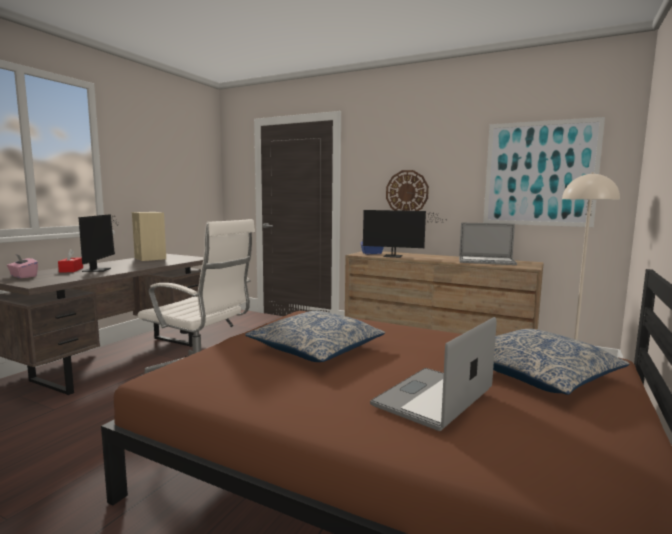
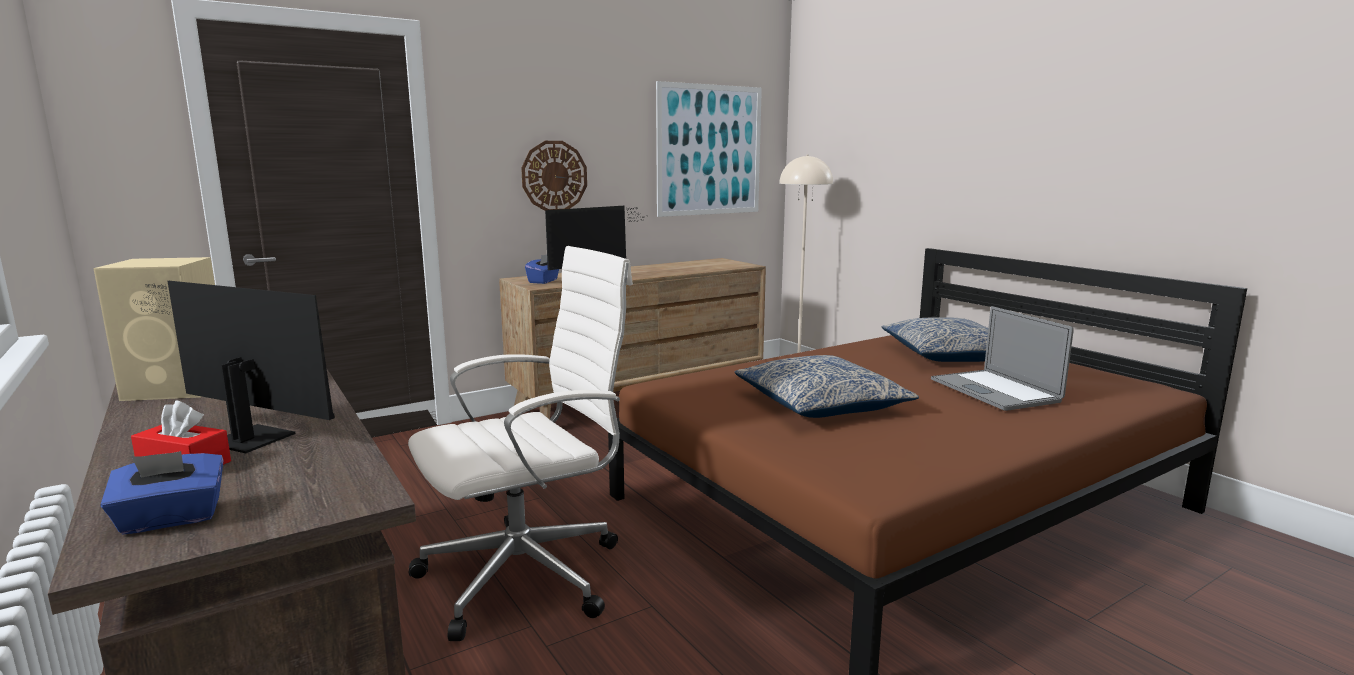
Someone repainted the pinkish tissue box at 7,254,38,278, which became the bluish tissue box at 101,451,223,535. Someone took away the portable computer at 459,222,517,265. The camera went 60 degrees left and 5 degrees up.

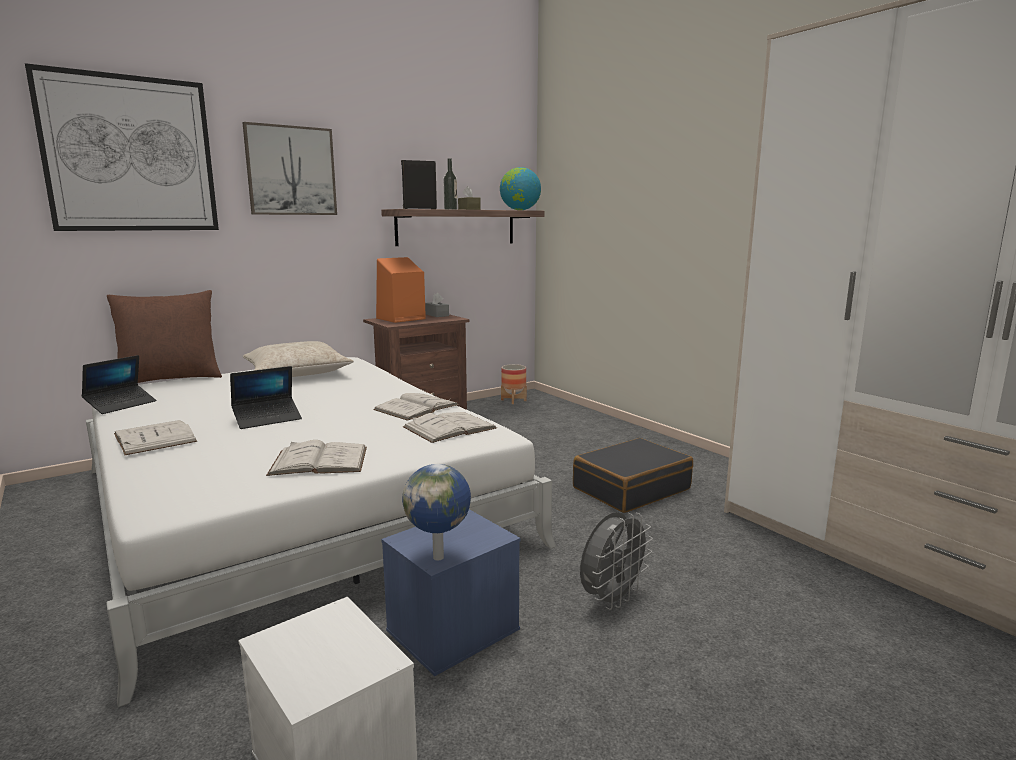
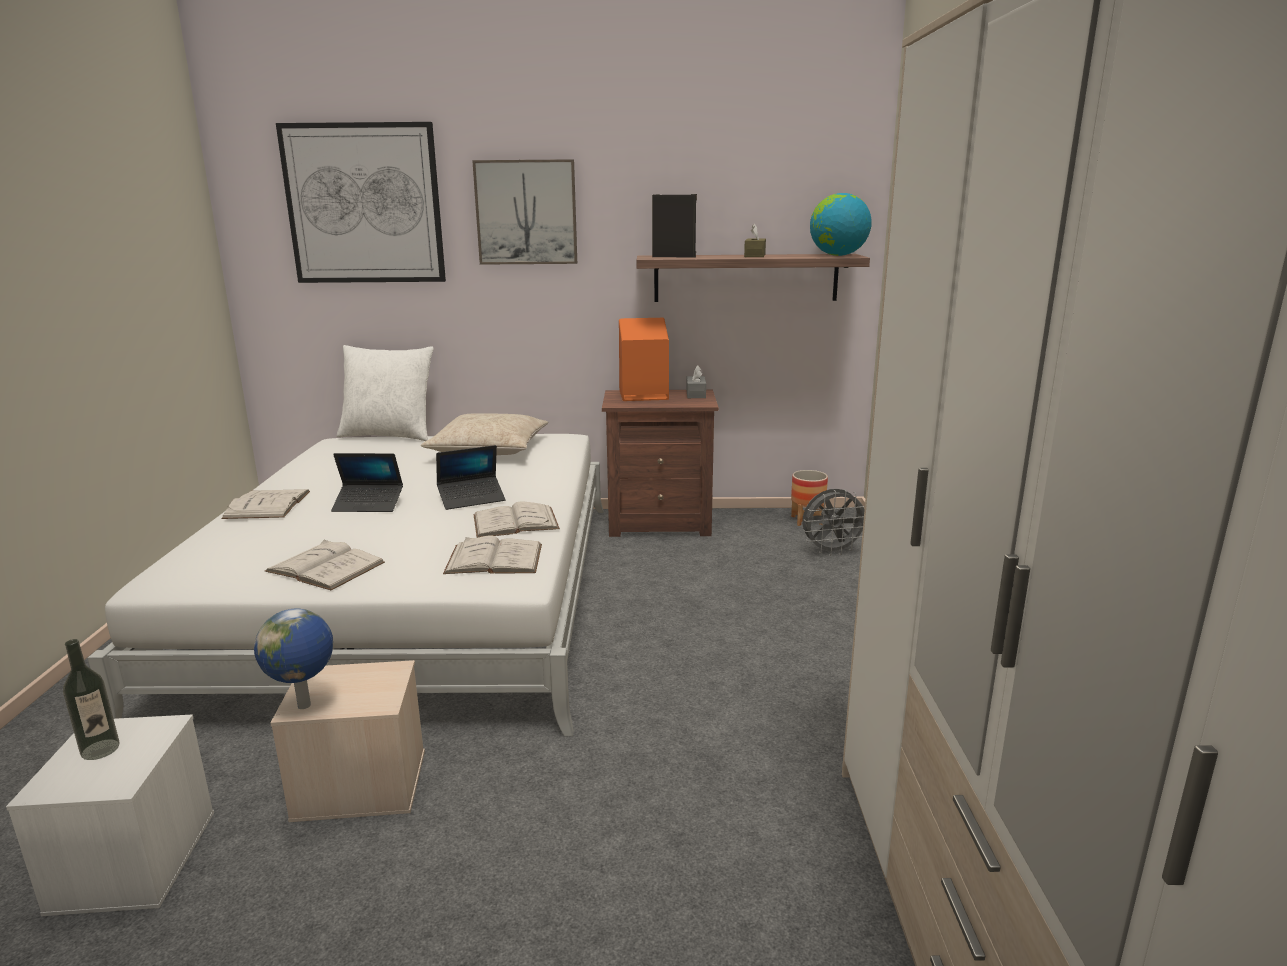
Someone carried the portable computer from 82,355,156,414 to 436,445,506,510. Someone repainted the brownish pillow at 107,290,222,383, which became the whitish pillow at 337,345,434,441. Someone repainted the bluish storage container at 381,509,520,676, which became the sand-coloured storage container at 271,660,425,822. Someone carried the bottle from 443,158,457,210 to 63,639,119,760. Someone took away the blackish suitcase at 573,438,693,513. Someone carried the grey cooling fan from 580,512,653,610 to 802,489,865,556. The camera went 35 degrees right and 5 degrees up.

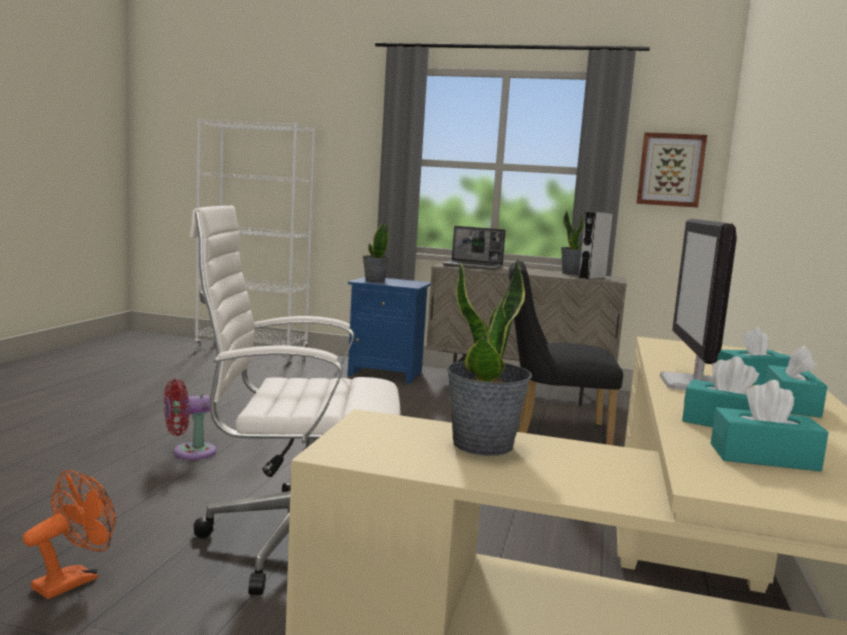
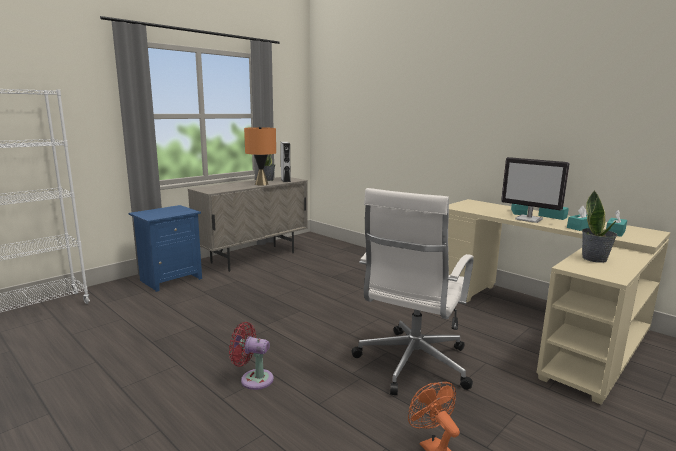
Someone rotated the red-coloured cooling fan at 164,379,216,460 by 105 degrees clockwise. Someone took away the houseplant at 363,222,390,282. Someone took away the portable computer at 442,226,506,270. Someone took away the blackish chair at 509,261,623,445. Someone took away the wall picture at 636,132,707,208. Someone put down the orange-coloured table lamp at 244,126,276,185. The camera went 60 degrees left and 5 degrees up.

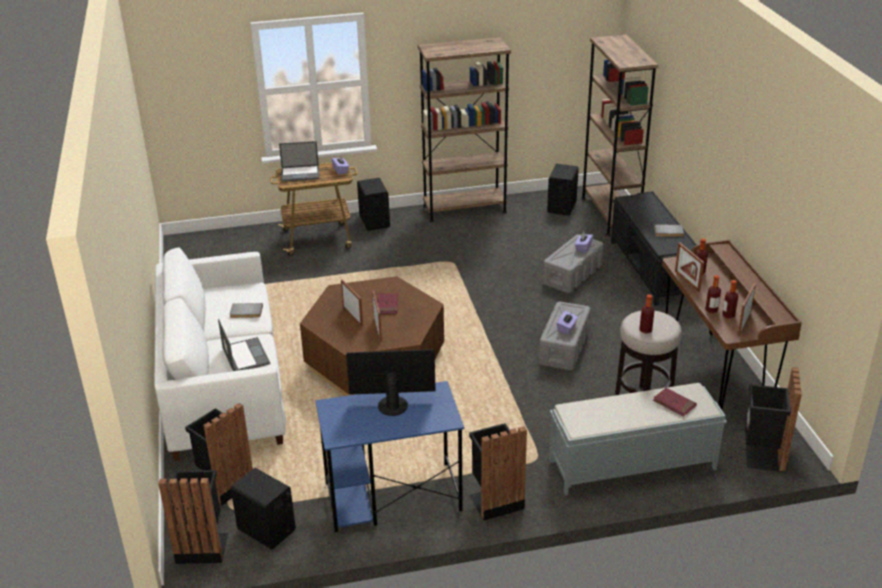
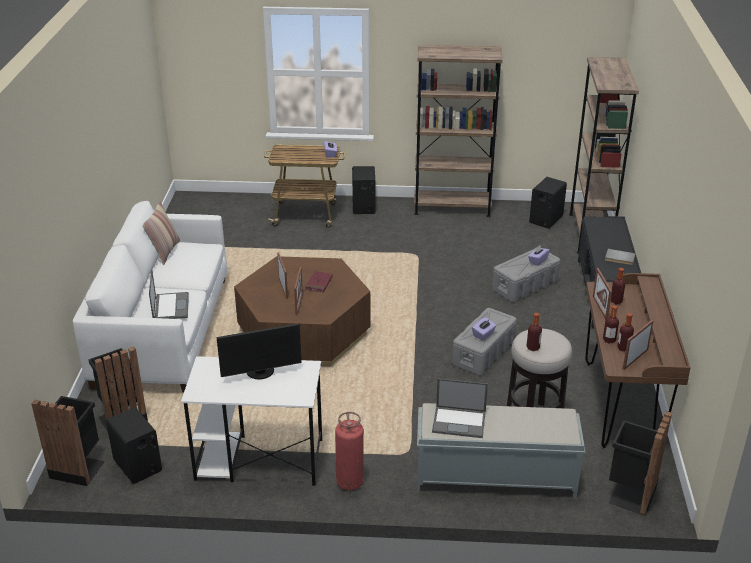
Someone took away the grey book at 230,303,263,318. Someone carried the portable computer from 279,141,319,182 to 432,379,488,438. Someone repainted the bluish desk at 315,381,464,532, which became the whitish desk at 181,356,322,486. Someone rotated the monitor at 346,349,436,416 by 150 degrees clockwise. Someone swapped the blackish waste bin at 469,423,527,521 for the fire-fighting cylinder at 335,412,364,490. Someone took away the red-coloured book at 653,388,697,417. Someone put down the pillow at 143,201,180,265. The camera went 15 degrees right and 0 degrees up.

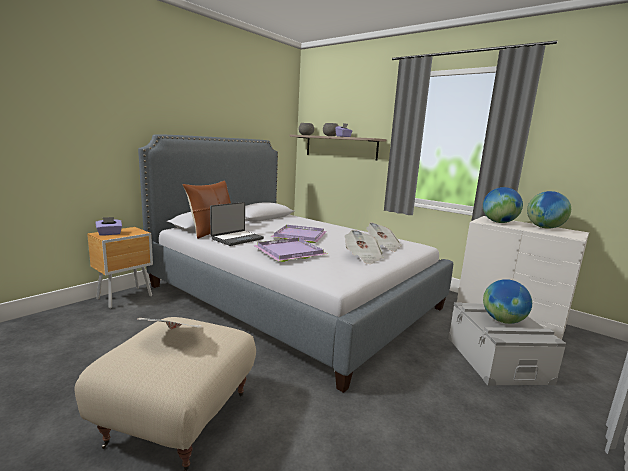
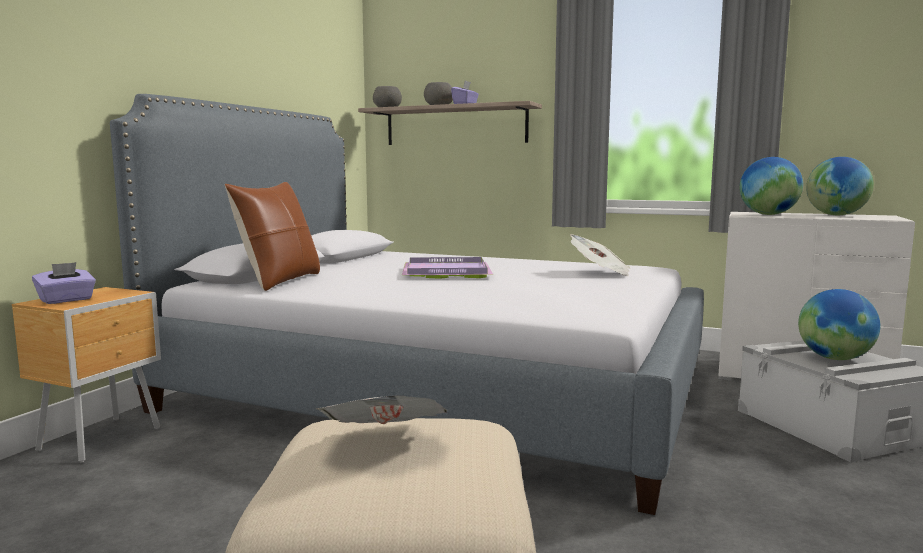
Someone took away the portable computer at 210,202,264,246. Someone took away the purple-coloured tray at 253,238,327,262. Someone took away the newspaper at 344,230,384,264. The camera went 15 degrees left and 5 degrees down.

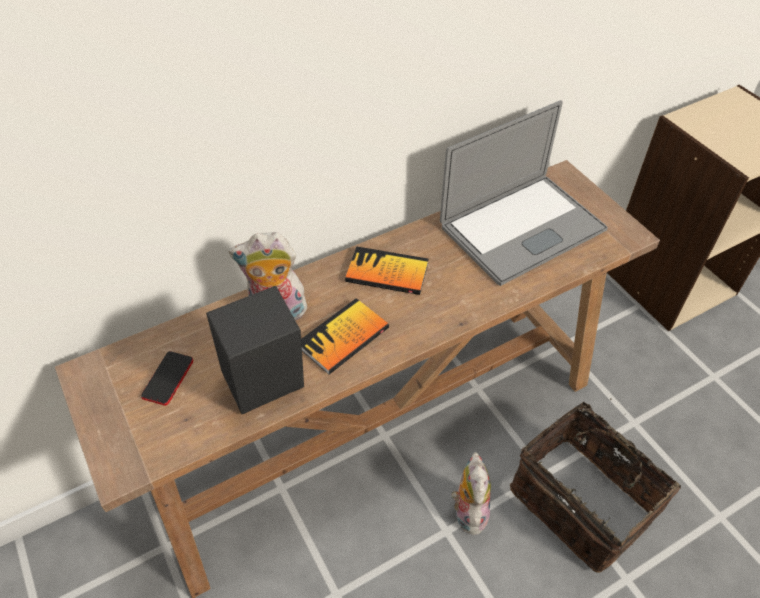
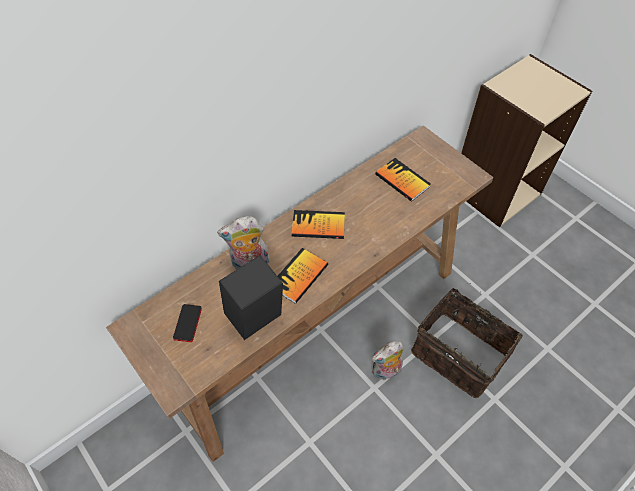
Someone swapped the portable computer at 440,100,608,286 for the book at 375,158,431,202. Someone rotated the plush toy at 451,452,491,535 by 105 degrees counterclockwise. The camera went 10 degrees left and 5 degrees up.

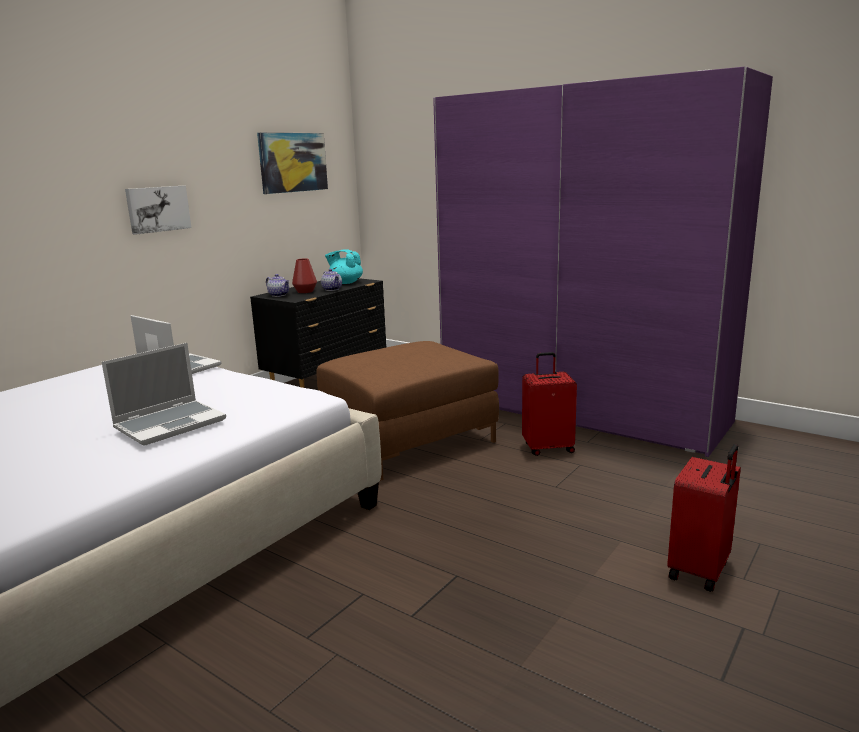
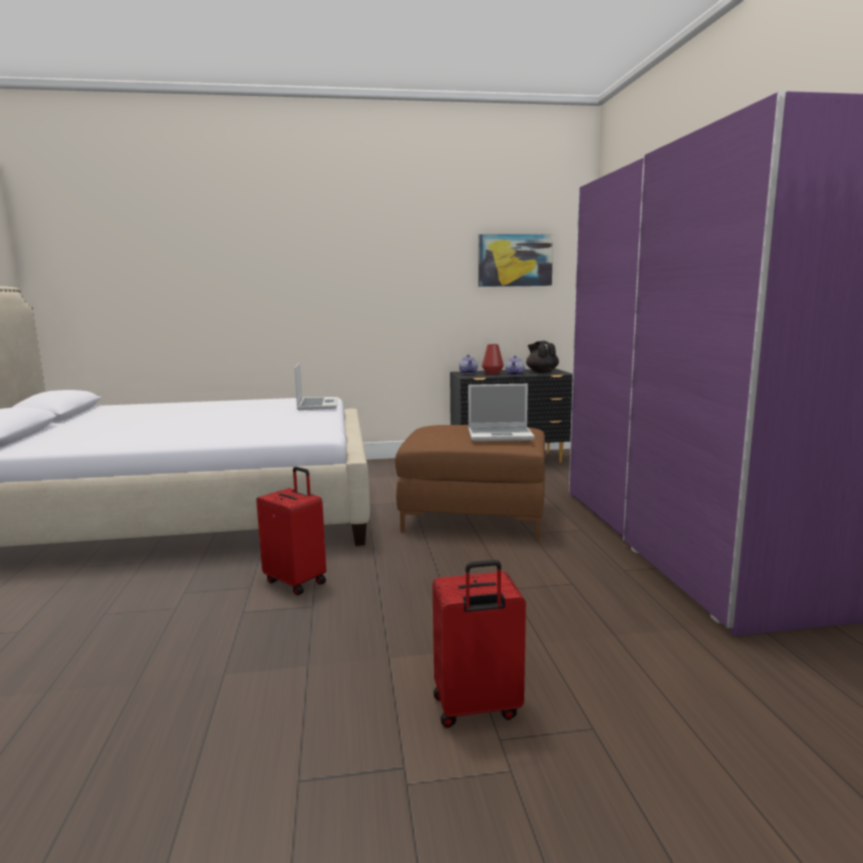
Someone carried the portable computer from 102,343,226,446 to 468,384,534,441. Someone took away the wall picture at 125,186,191,235. Someone repainted the blue-green tea pot at 325,249,363,284, which became the blackish tea pot at 526,341,559,373. Someone carried the red-coloured suitcase from 522,352,577,456 to 256,467,326,595. The camera went 45 degrees right and 5 degrees down.

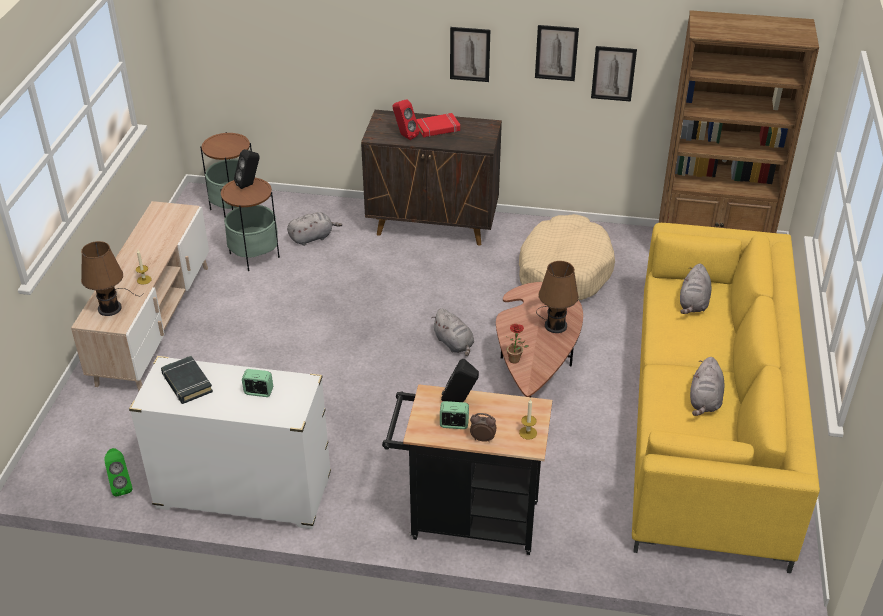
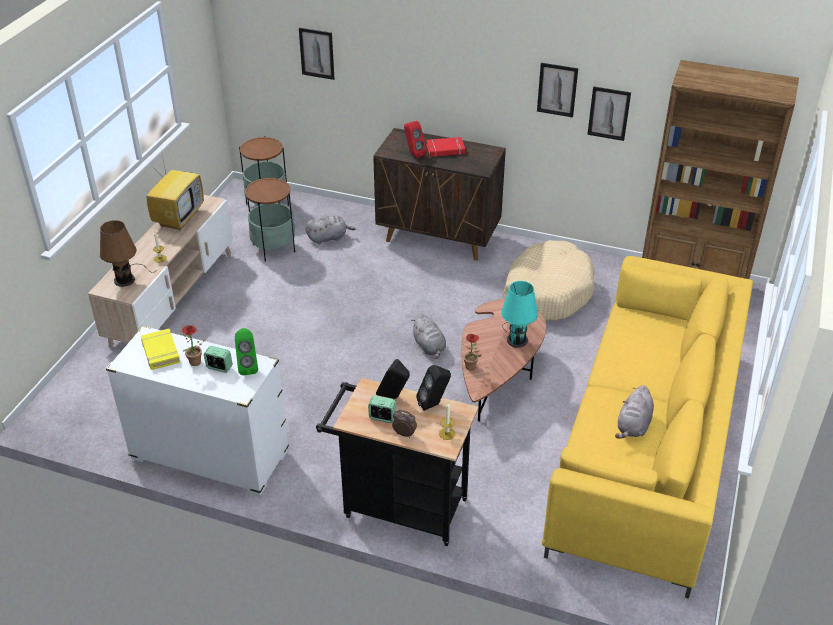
Someone carried the green-coloured speaker from 104,448,132,496 to 235,328,258,375. Someone repainted the blackish book at 161,356,213,404, which became the yellow book at 141,329,180,370. Someone carried the blackish speaker from 234,149,260,189 to 416,365,451,411. Someone carried the wall picture from 450,27,490,82 to 299,28,334,80. Someone repainted the brownish table lamp at 536,261,579,333, which became the blue-green table lamp at 501,281,538,348. Someone took away the grey plush toy at 680,263,711,314. Someone put down the television at 147,149,204,230. Someone put down the houseplant at 182,325,207,366. The camera went 10 degrees right and 0 degrees up.

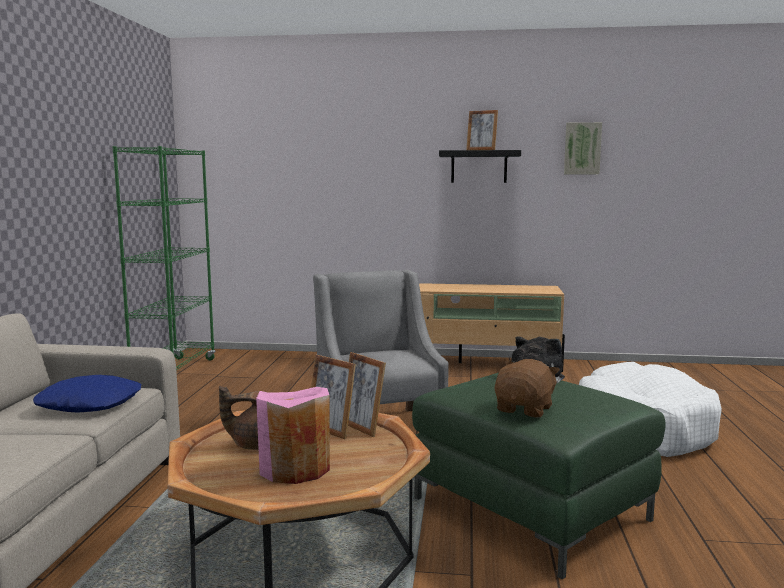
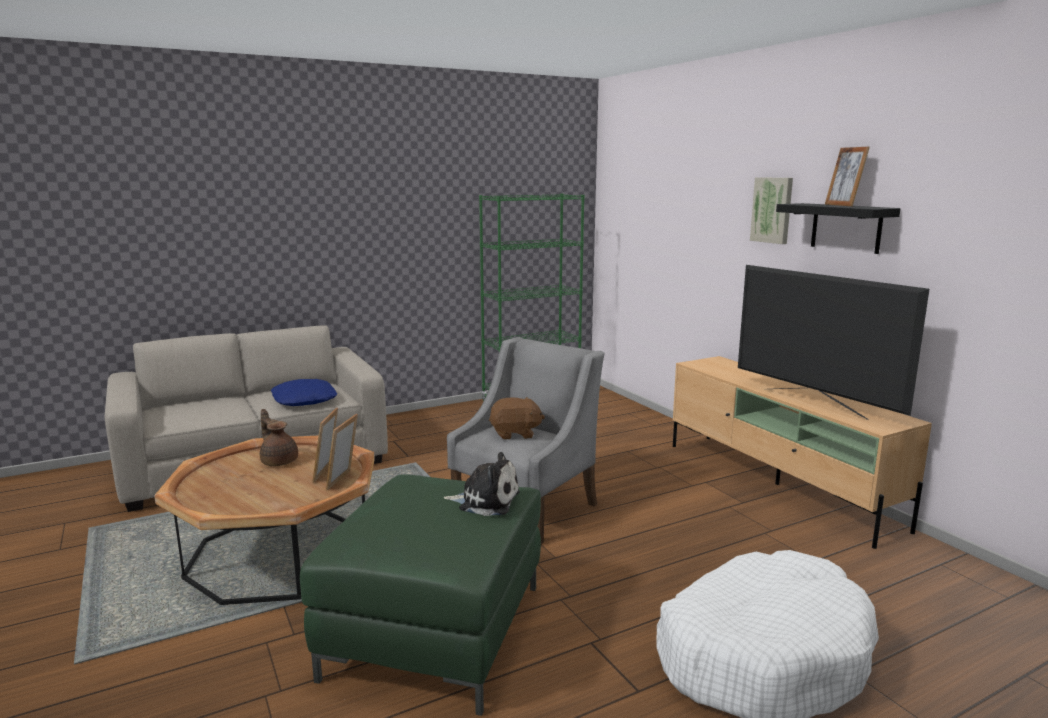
Someone took away the pinkish decorative vase at 256,387,330,484. Someone carried the brownish plush toy from 495,359,560,418 to 489,397,545,440. Someone carried the wall picture from 564,122,602,174 to 750,177,793,244. Someone put down the television at 738,265,929,420. The camera went 55 degrees right and 5 degrees up.

